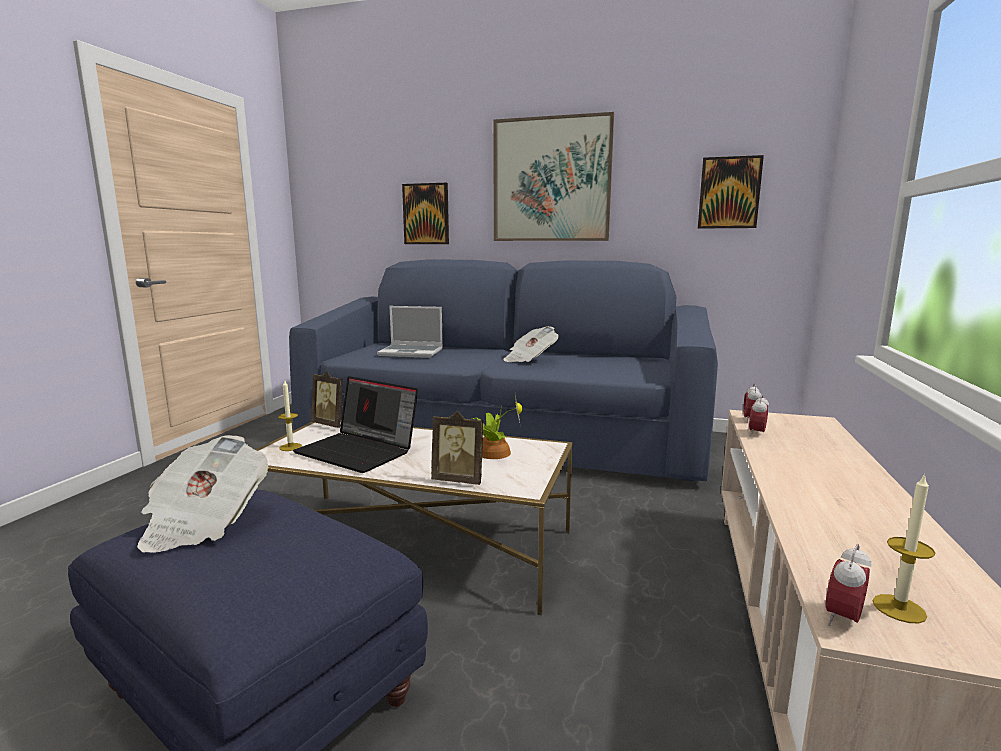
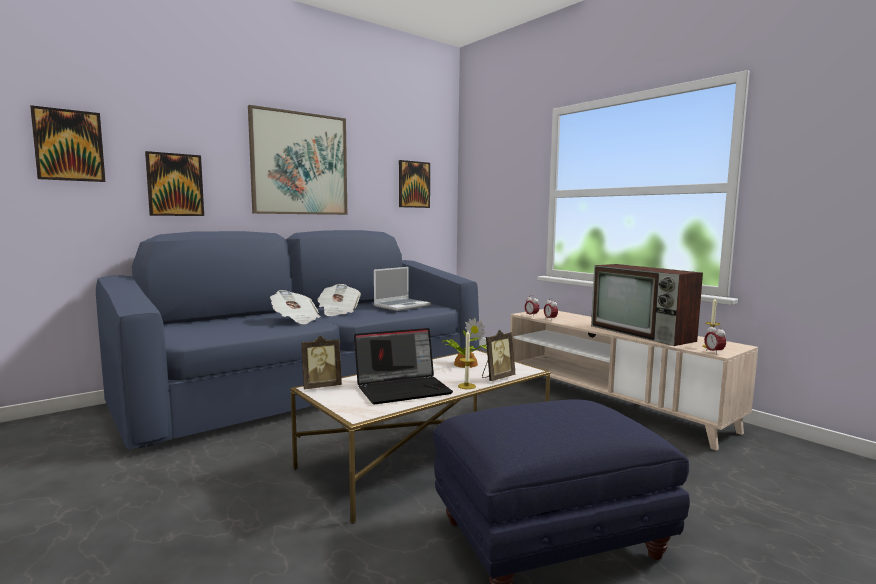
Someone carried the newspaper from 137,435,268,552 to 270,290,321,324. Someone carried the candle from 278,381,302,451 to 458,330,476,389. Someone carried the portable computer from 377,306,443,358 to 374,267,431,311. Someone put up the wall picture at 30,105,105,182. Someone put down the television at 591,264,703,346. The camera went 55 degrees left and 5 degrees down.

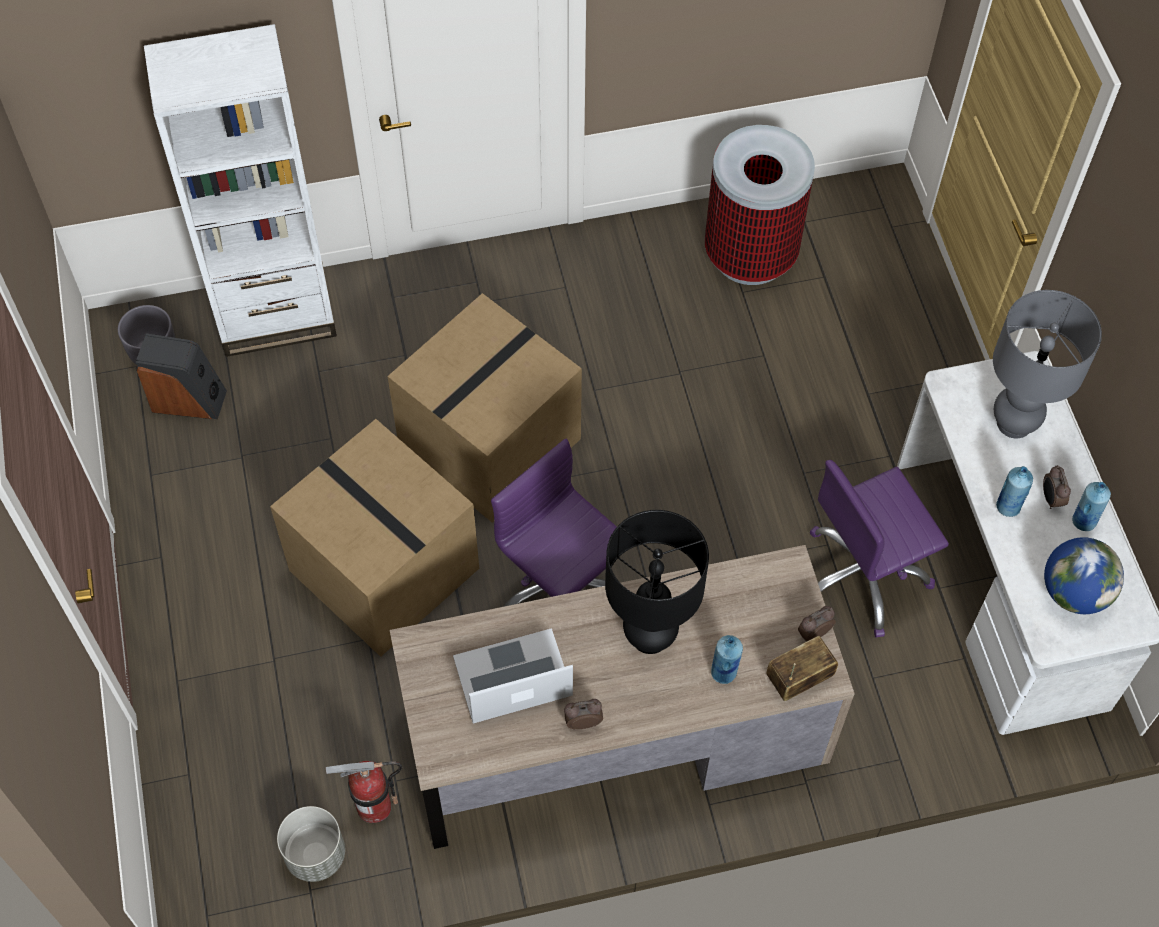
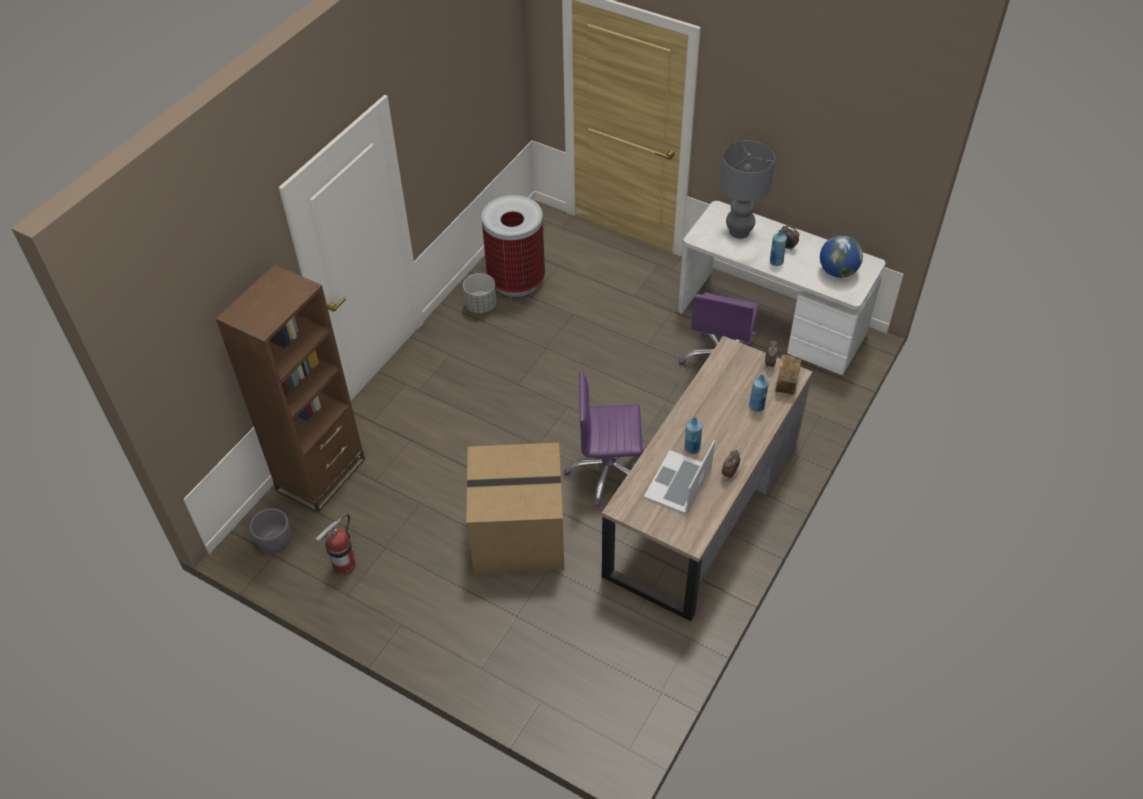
Someone took away the speaker at 135,333,227,419. Someone repainted the whitish bookcase at 144,24,337,357, which became the brownish bookcase at 216,264,365,513. Someone carried the grey flower pot from 277,806,345,882 to 463,273,497,313. Someone carried the fire-fighting cylinder from 326,761,402,823 to 316,514,356,575. Someone took away the cardboard box at 387,293,582,523. Someone took away the blackish table lamp at 605,510,709,654. Someone carried the bluish bottle from 1072,482,1111,531 to 685,418,702,454. The camera went 45 degrees left and 10 degrees down.

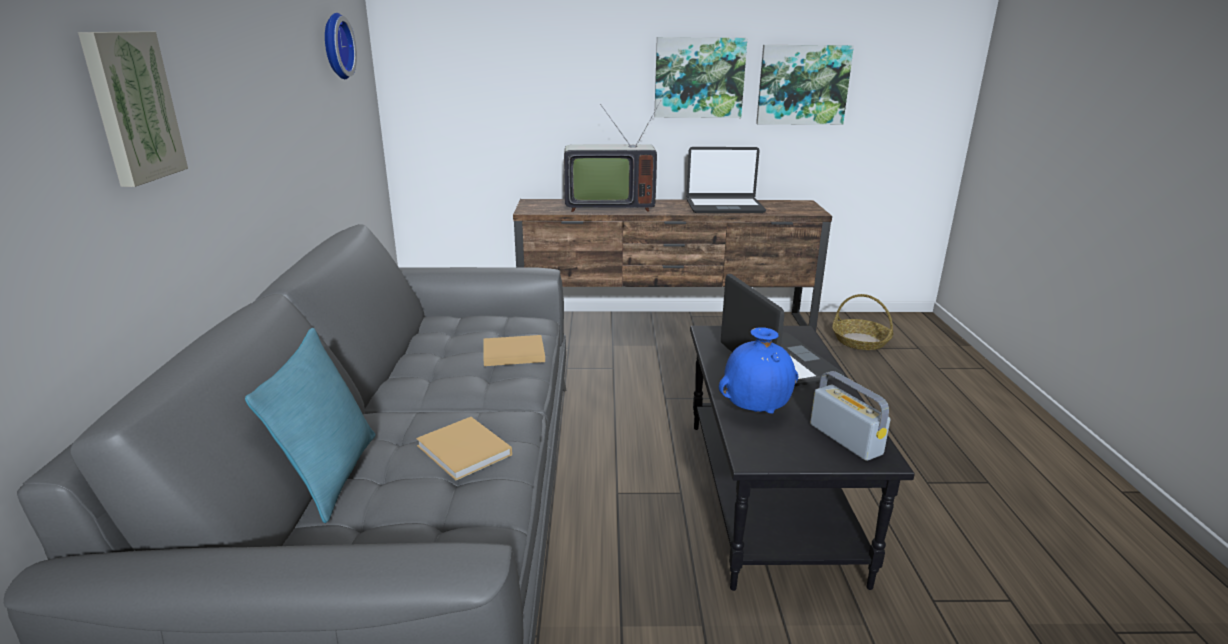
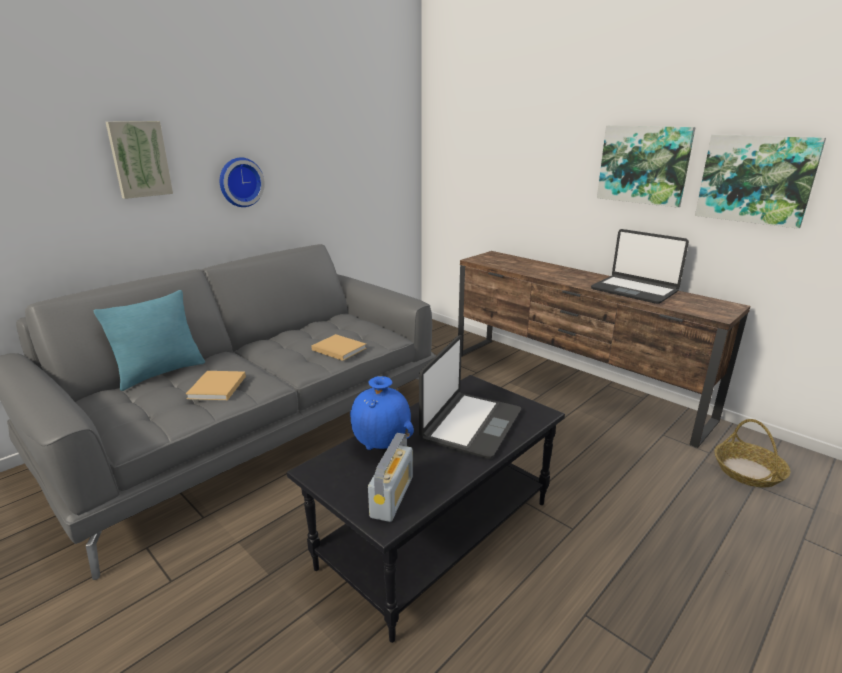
Someone carried the wall clock from 325,13,357,79 to 220,157,265,207. Someone took away the television at 564,100,661,212. The camera went 45 degrees right and 0 degrees up.

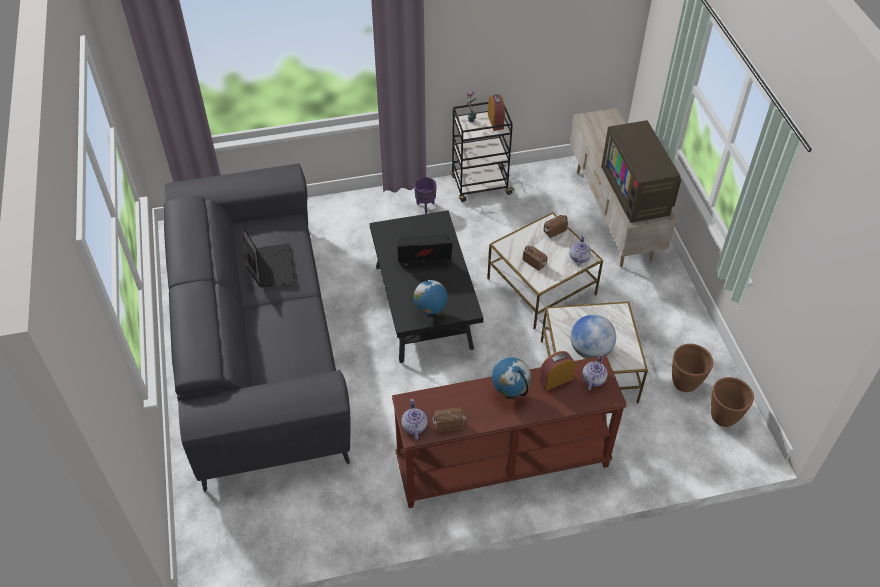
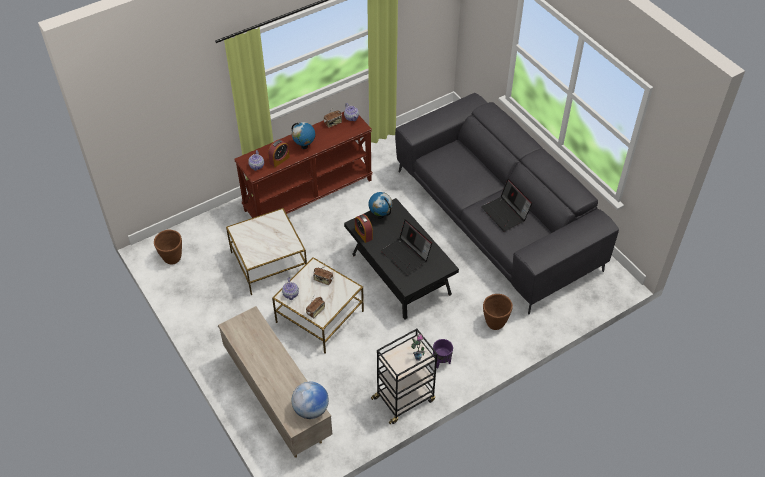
Someone rotated the portable computer at 397,234,453,262 by 75 degrees clockwise. Someone carried the alarm clock from 488,94,505,131 to 355,214,373,243. Someone carried the world globe from 571,315,616,359 to 292,382,329,419. Someone took away the television at 601,120,681,223. Someone carried the brownish flower pot from 672,344,713,392 to 483,294,513,330. The camera went 160 degrees right and 0 degrees up.

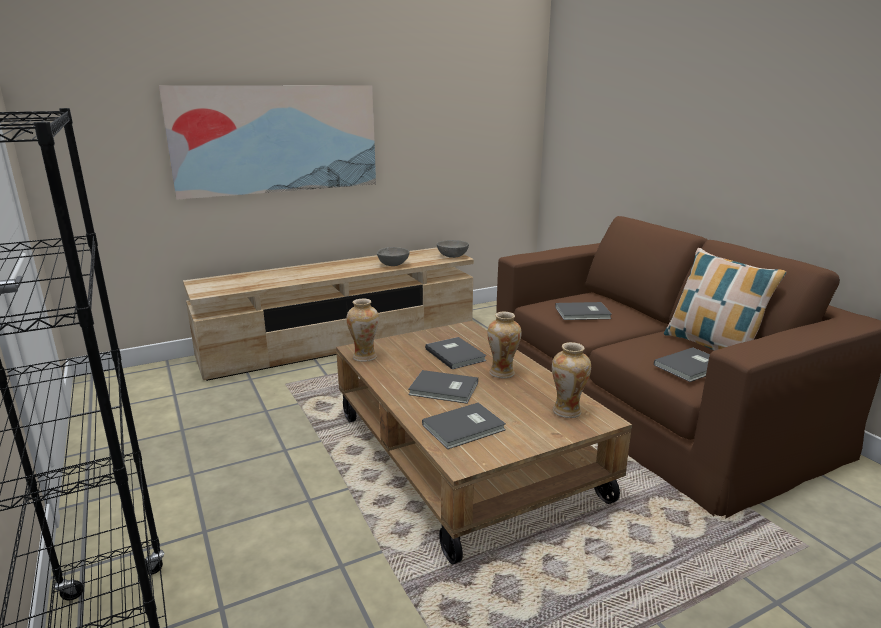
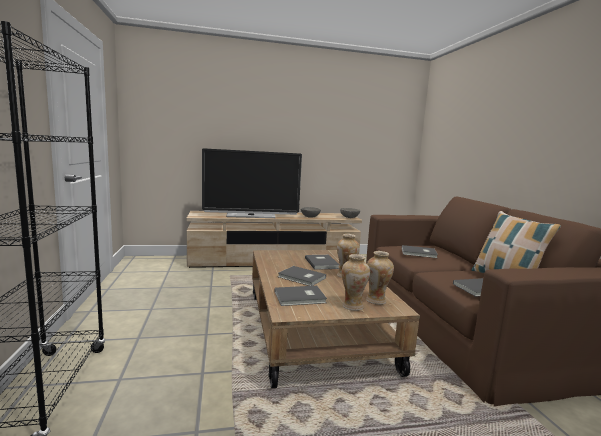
Someone took away the wall picture at 159,85,376,200. Someone carried the decorative vase from 347,299,379,362 to 342,254,370,311. Someone put down the television at 202,148,302,218. The camera went 15 degrees right and 10 degrees down.

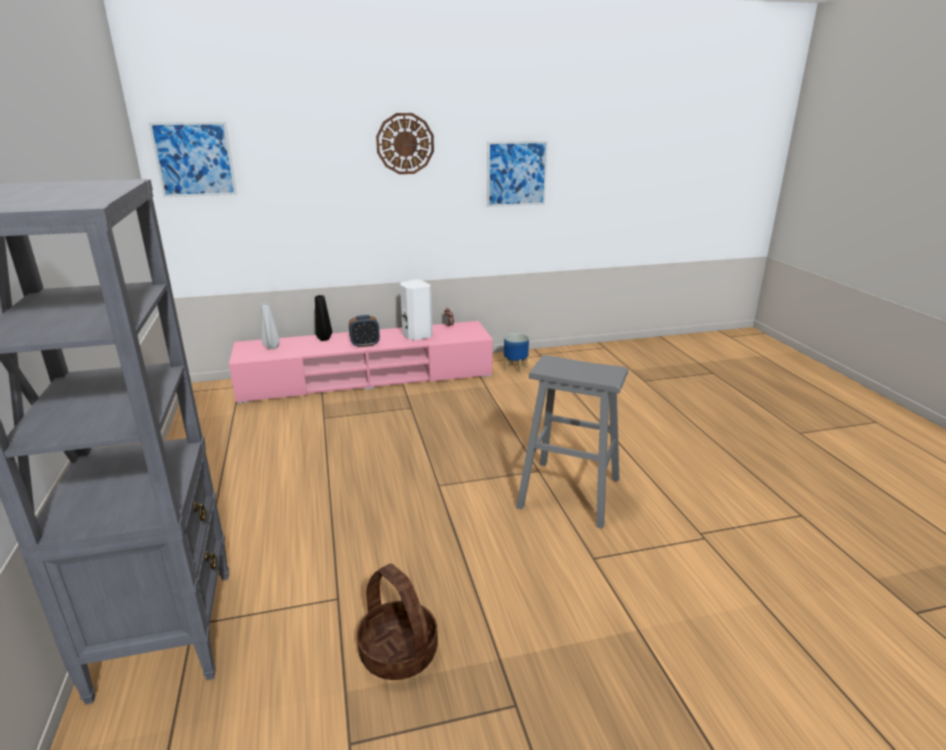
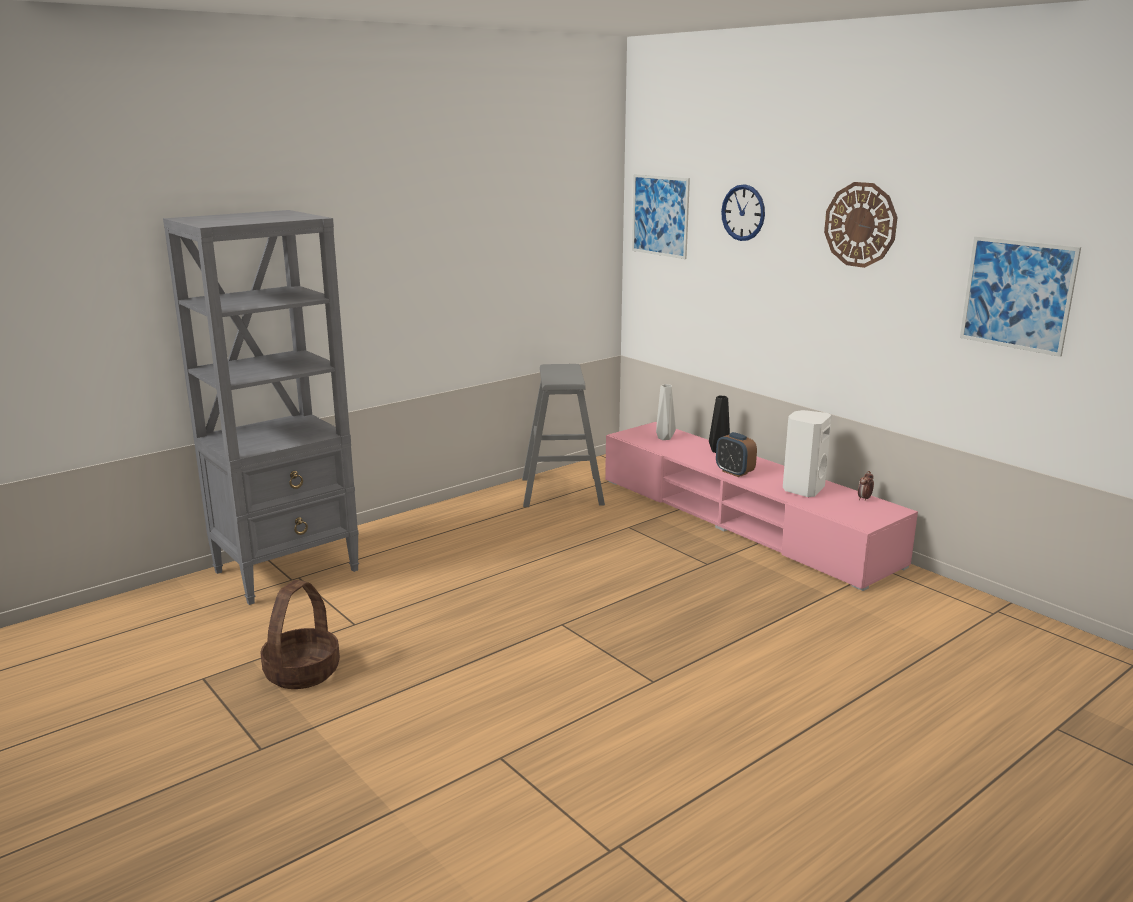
Someone took away the flower pot at 504,333,529,373. Someone carried the grey stool seat from 516,355,628,529 to 522,364,605,507. Someone put up the wall clock at 721,184,765,241. The camera went 65 degrees right and 5 degrees down.

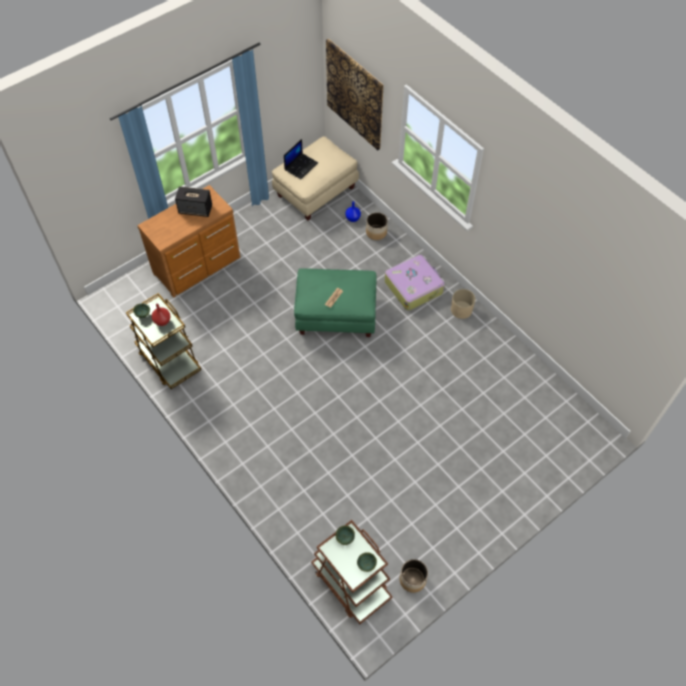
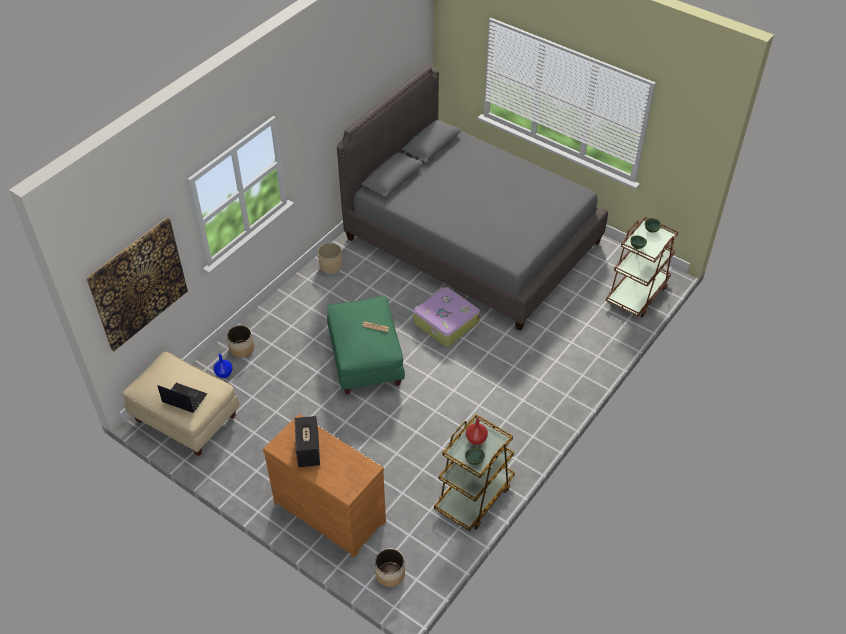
Someone carried the suitcase from 385,255,445,311 to 413,287,480,346. Someone carried the flower pot from 400,559,428,593 to 375,548,405,587. Someone put down the grey bed at 337,65,608,331. The camera went 105 degrees left and 10 degrees down.

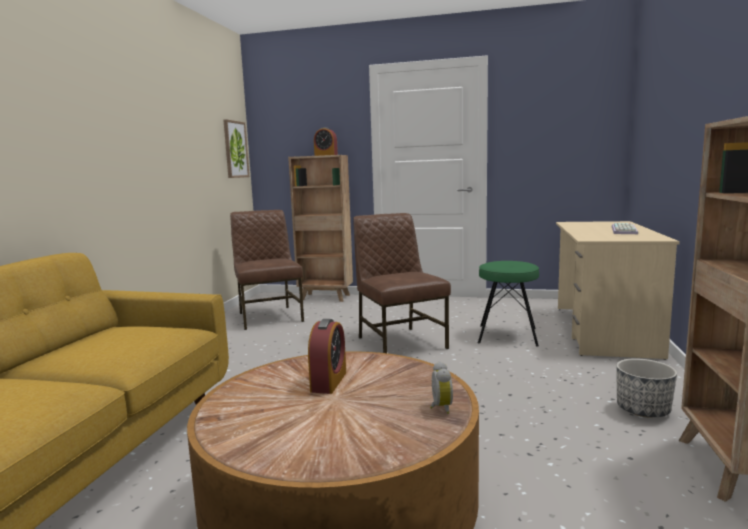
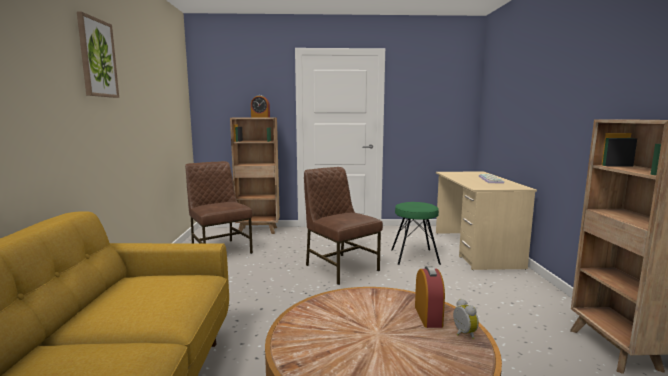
Someone carried the wall picture from 224,119,249,178 to 77,12,119,98. Someone carried the alarm clock from 308,319,346,394 to 415,266,445,328. Someone took away the flower pot at 616,358,677,417. The camera went 15 degrees left and 0 degrees up.

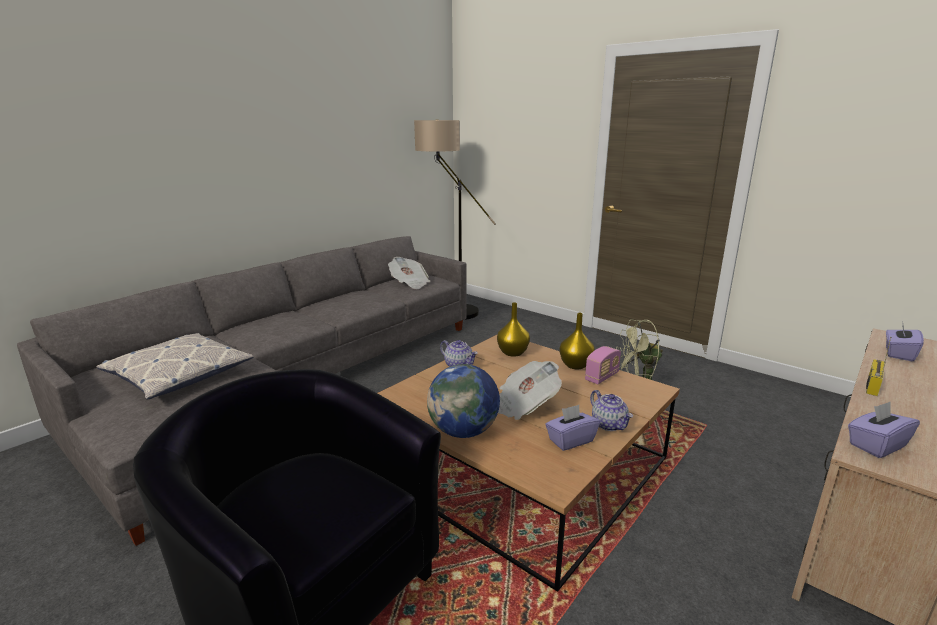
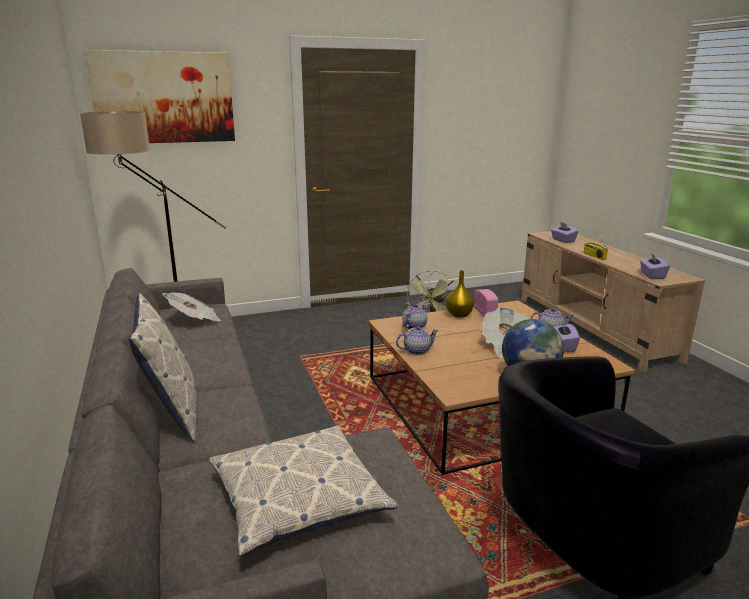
Someone swapped the yellow decorative vase at 497,302,530,357 for the tea pot at 402,304,427,329. Someone put up the wall picture at 85,50,235,143. Someone put down the pillow at 129,293,197,442. The camera went 60 degrees left and 0 degrees up.

